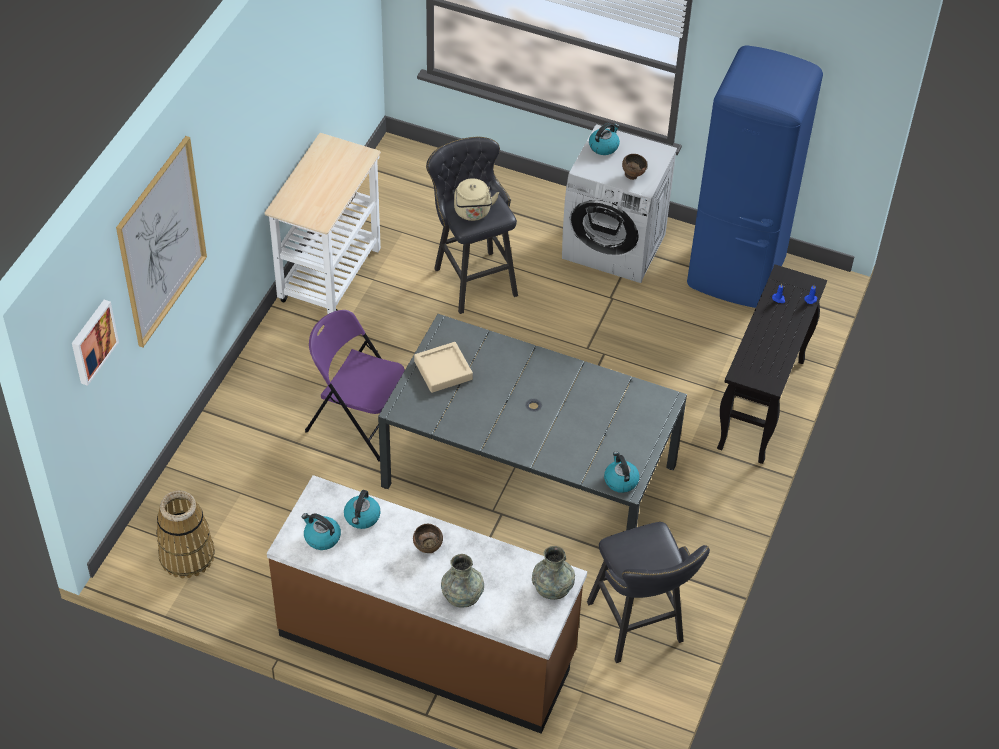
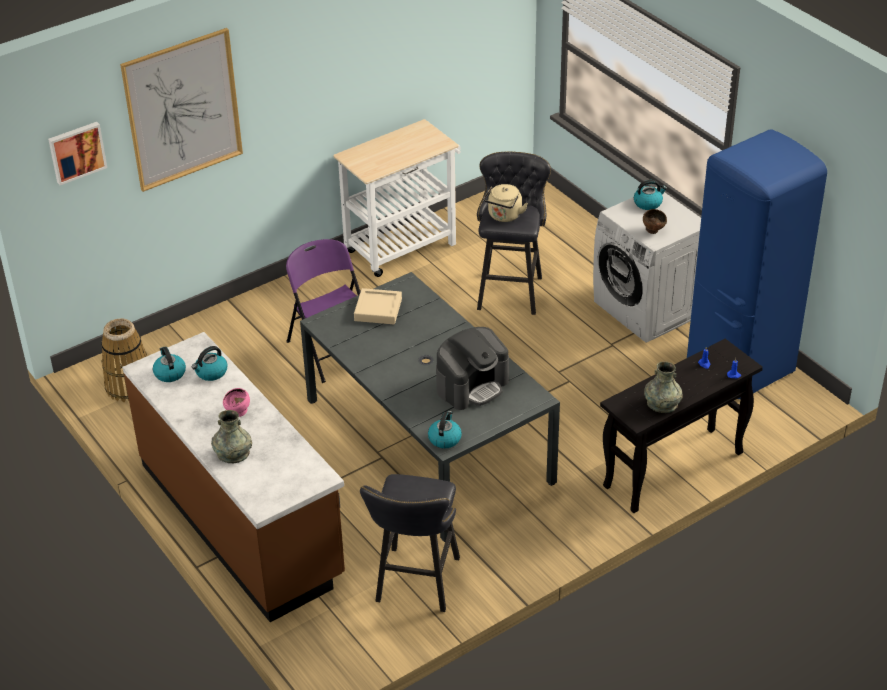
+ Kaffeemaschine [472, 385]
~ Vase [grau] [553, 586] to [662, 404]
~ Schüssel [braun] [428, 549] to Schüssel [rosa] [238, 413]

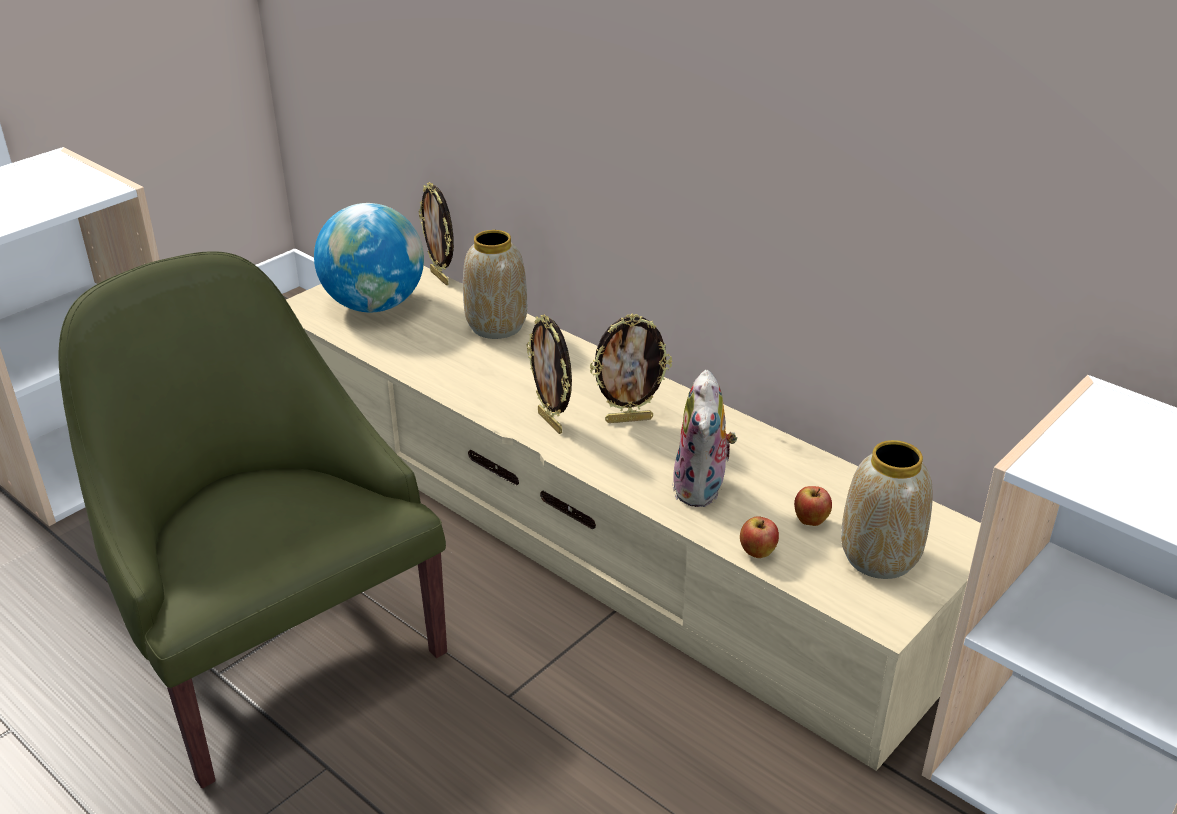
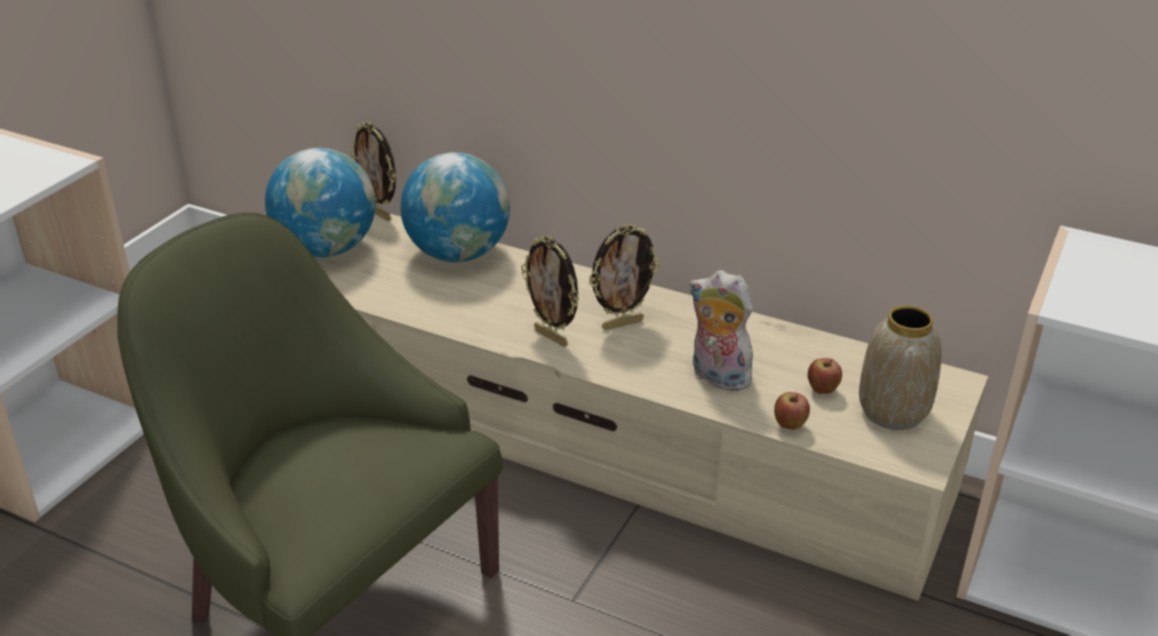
~ Vase [497, 326] to Globus [458, 254]
~ Plüschtier [702, 489] = [716, 377] 135 degrees clockwise

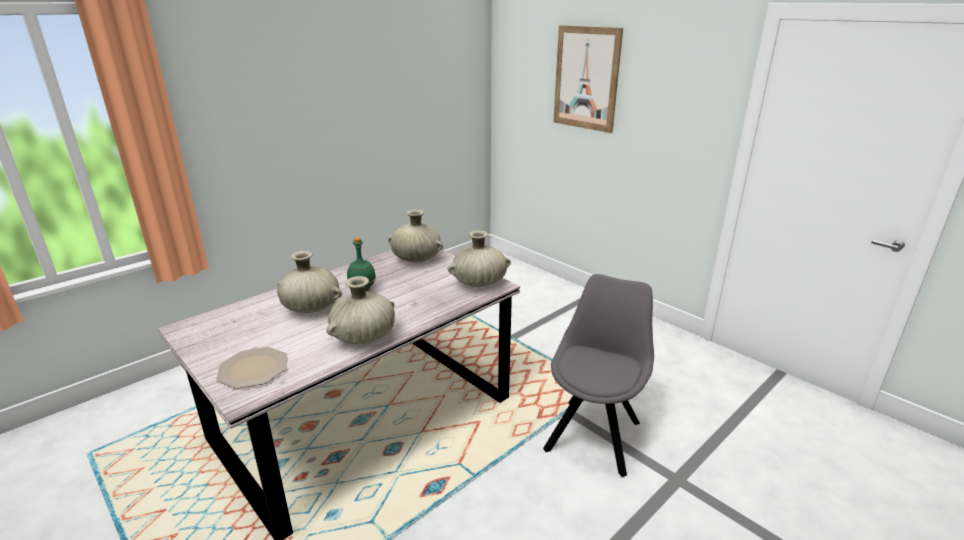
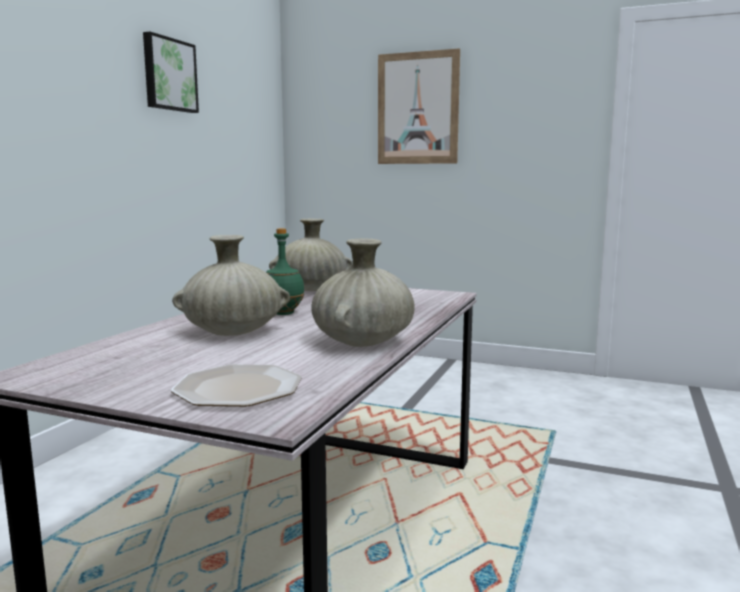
- Vase [beige] [479, 283]
- Stuhl [grau] [594, 436]
+ Bild [169, 75]

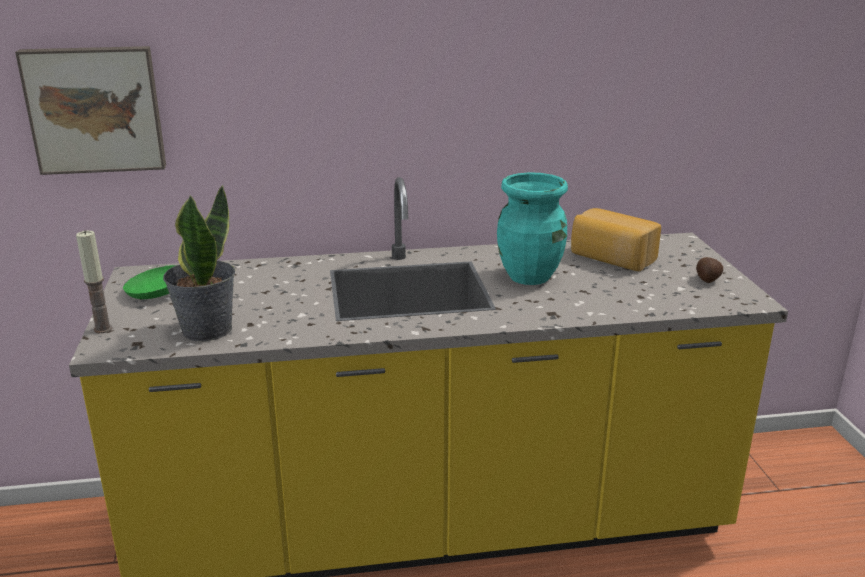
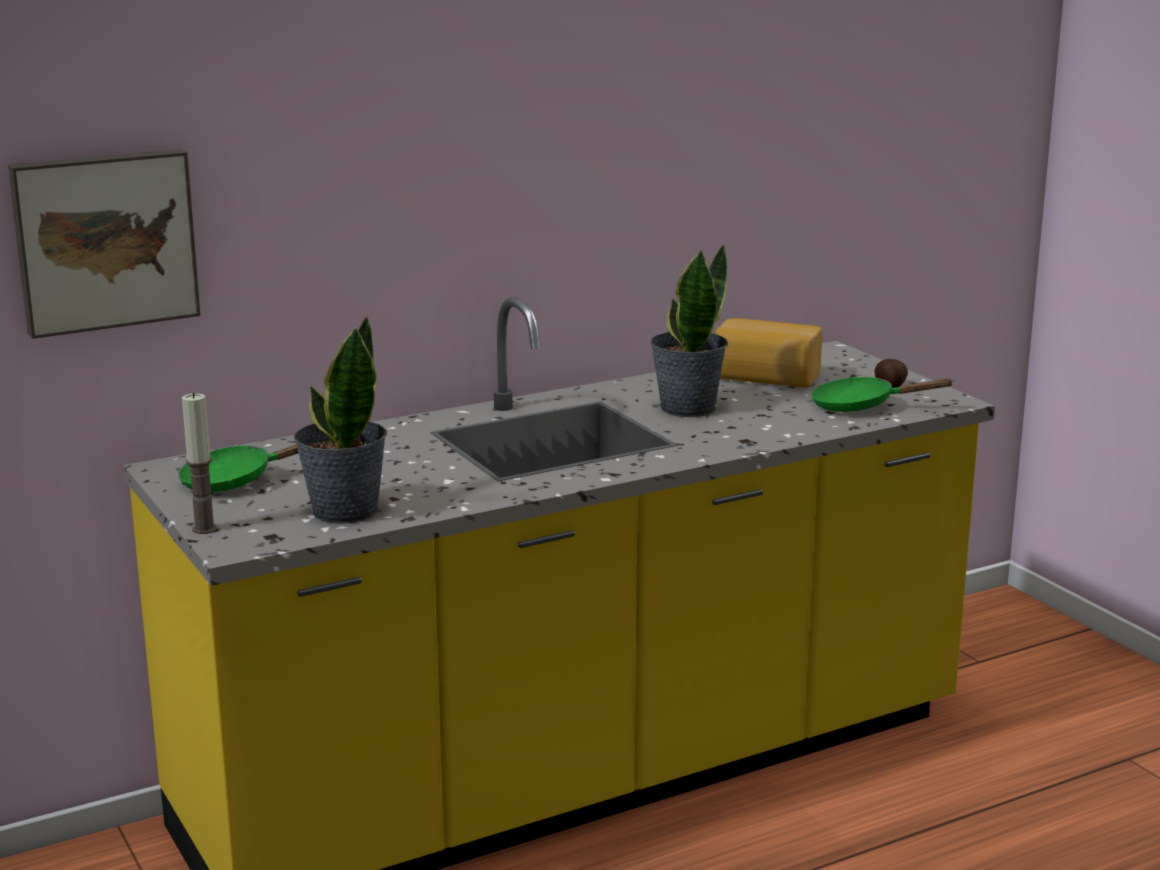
+ Pfanne [grün] [861, 406]
~ Vase [türkis] [530, 276] to Topfpflanze [687, 408]

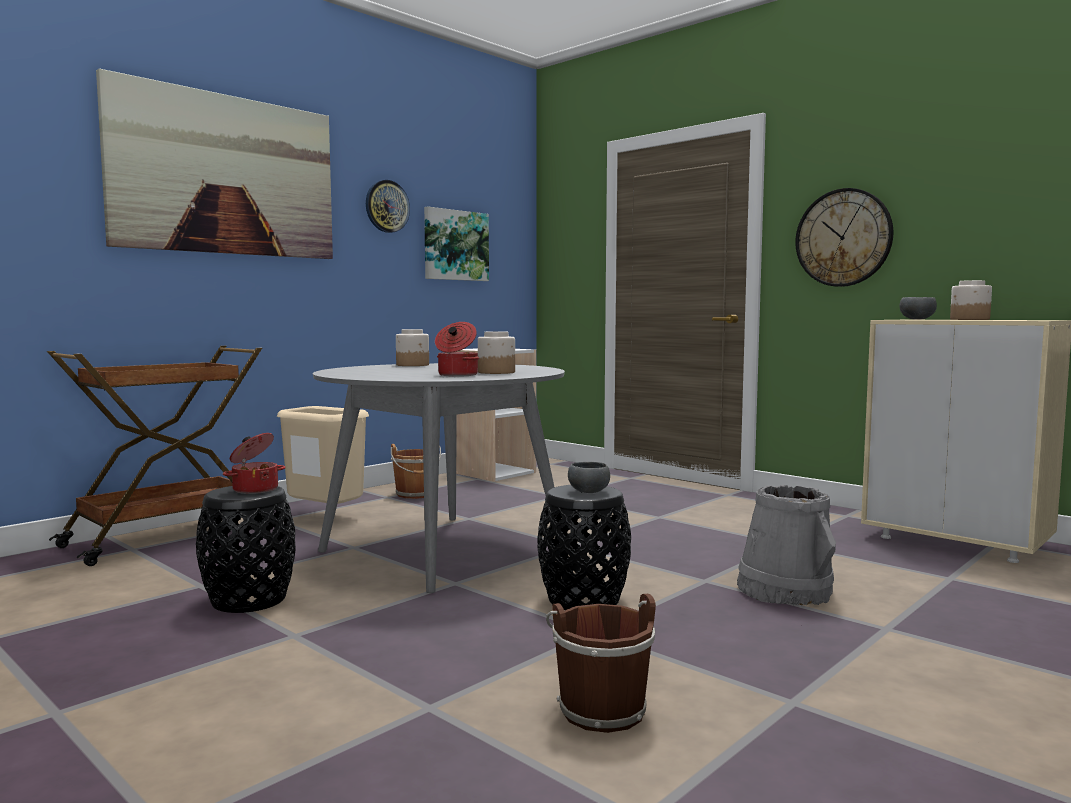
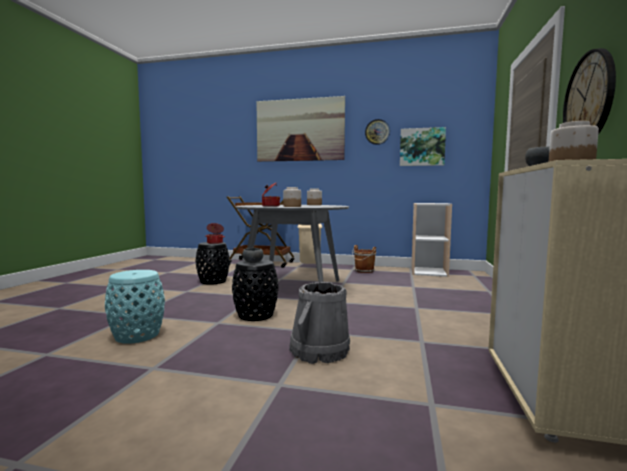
~ Eimer [braun] [600, 709] to Hocker [türkis] [137, 335]

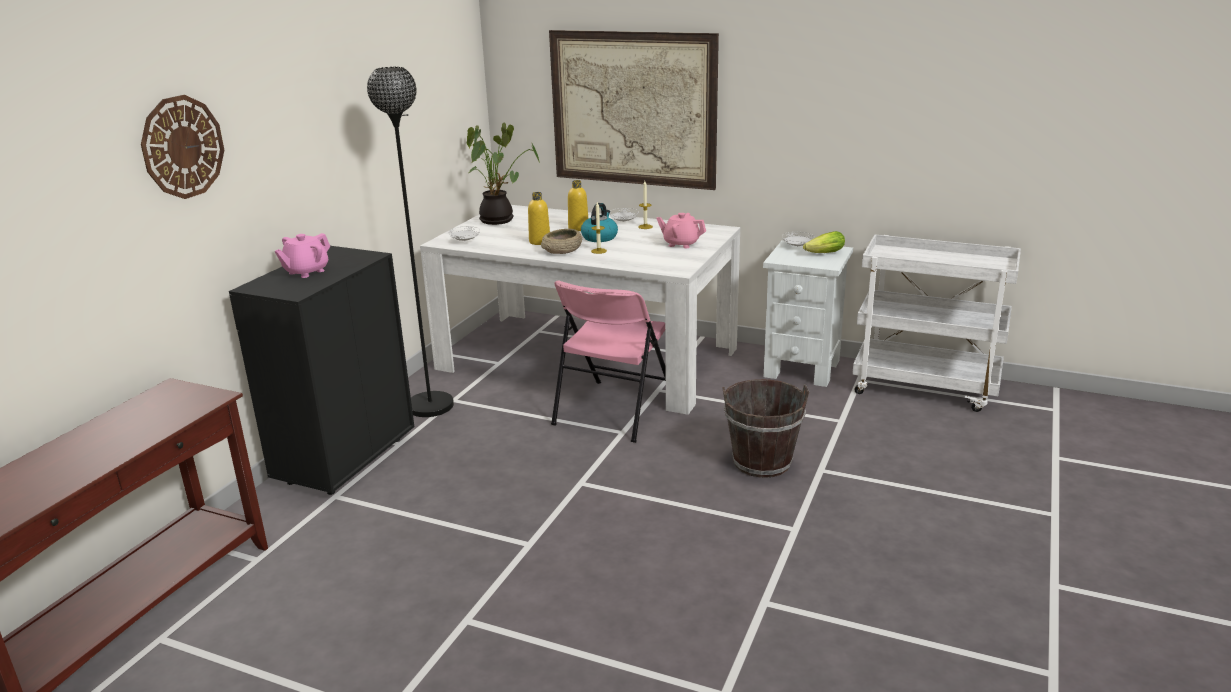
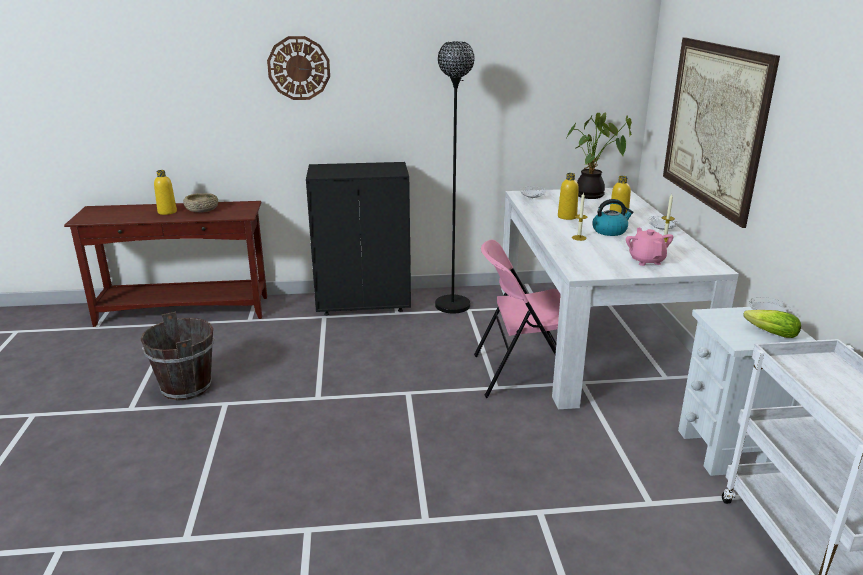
- Teekanne [rosa] [306, 272]
+ Flasche [gelb] [167, 212]
~ Schüssel [beige] [562, 250] to [201, 210]
~ Eimer [braun] [762, 462] to [187, 387]

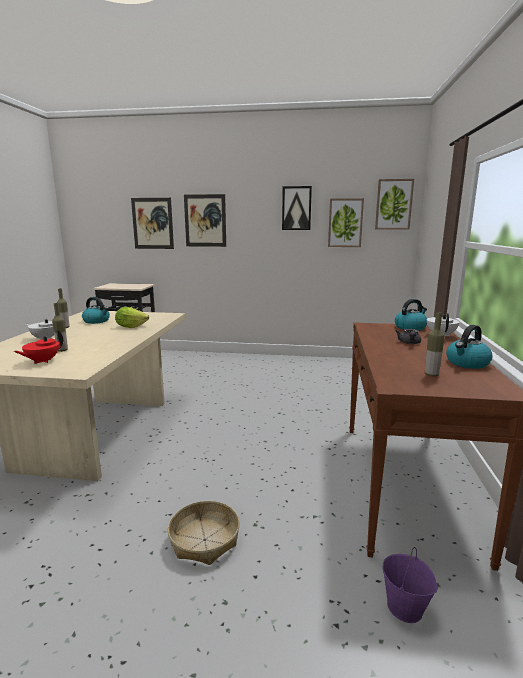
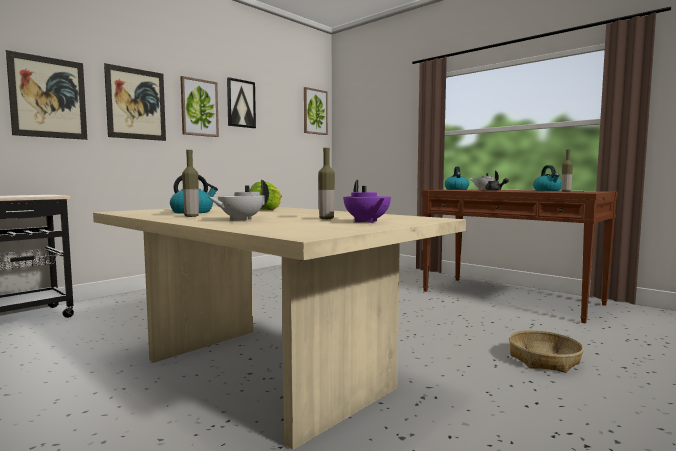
- Eimer [lila] [405, 607]
~ Bild [345, 223] to [199, 107]
~ Teekanne [rot] [42, 361] to Teekanne [lila] [366, 221]

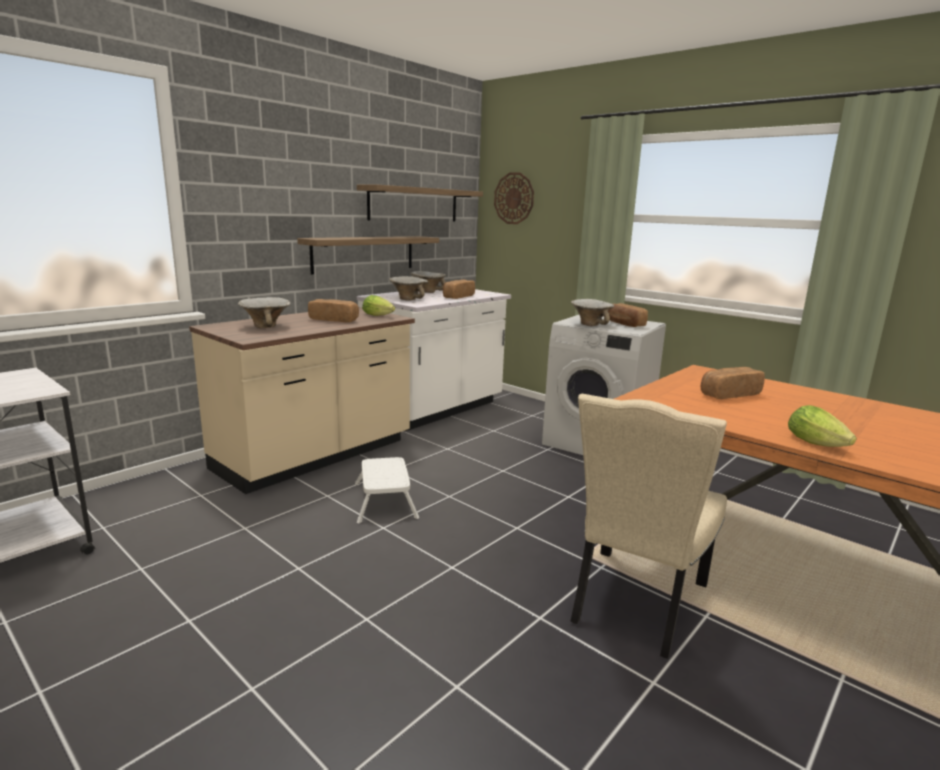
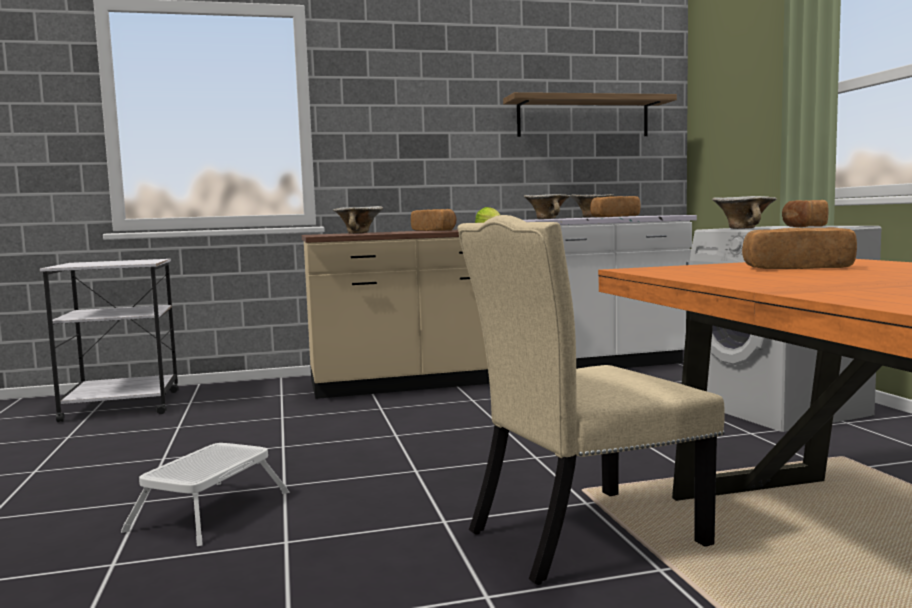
- Wandregal [364, 254]
- Wanduhr [514, 198]
- Salatkopf [819, 444]
~ Trittleiter [weiß] [385, 500] to [211, 511]

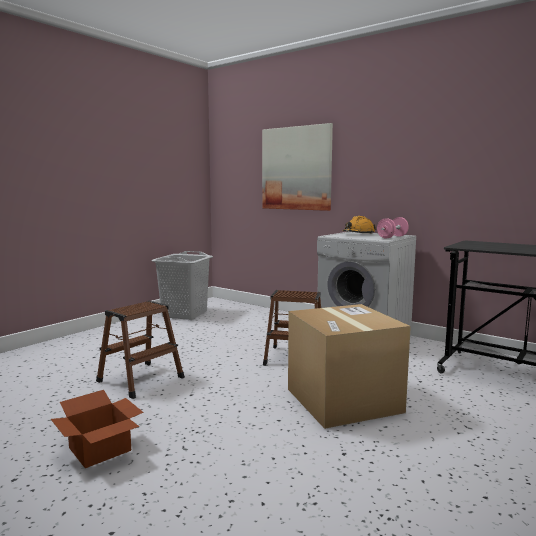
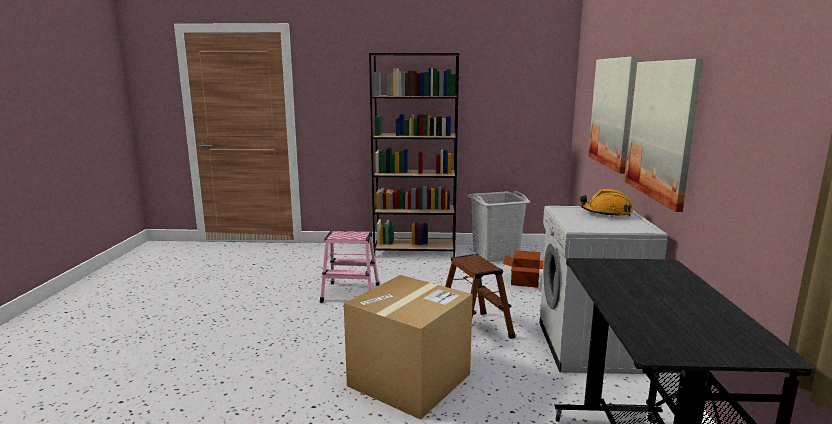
- Hantel [rosa] [392, 237]
+ Bücherregal [beige] [415, 251]
+ Bild [662, 130]
~ Karton [99, 450] to [524, 281]
~ Trittleiter [braun] [141, 379] to Trittleiter [rosa] [351, 292]

